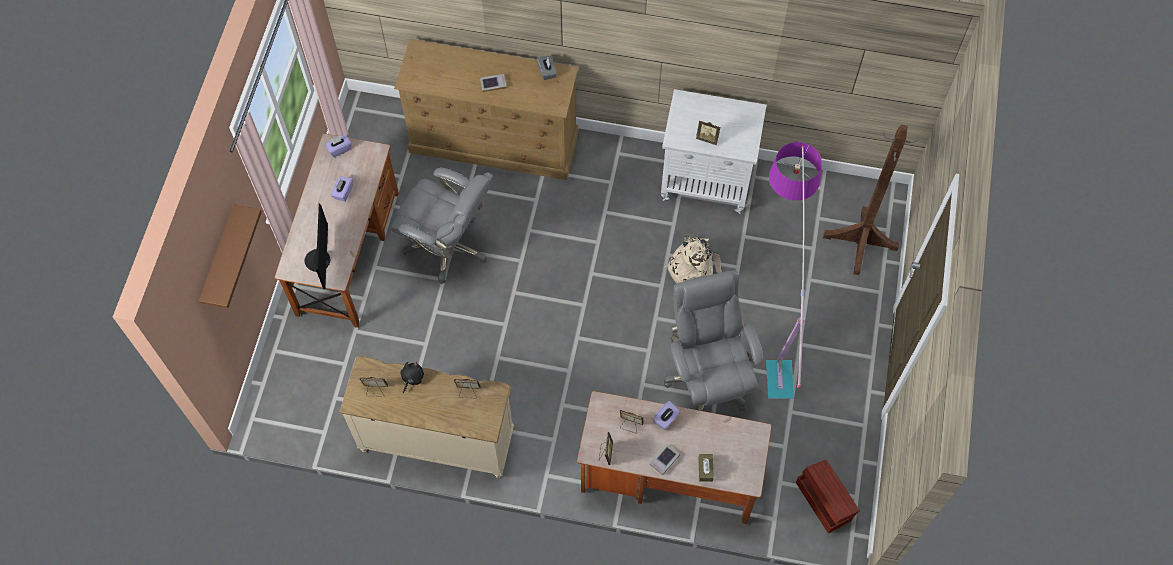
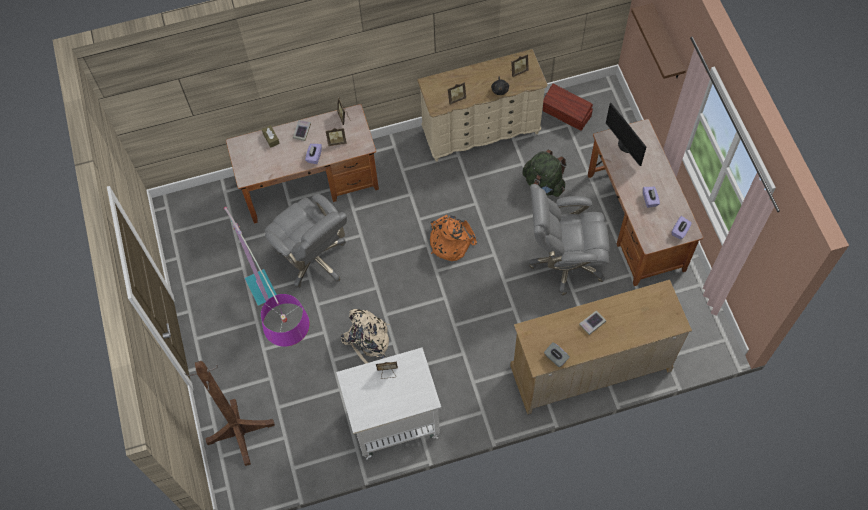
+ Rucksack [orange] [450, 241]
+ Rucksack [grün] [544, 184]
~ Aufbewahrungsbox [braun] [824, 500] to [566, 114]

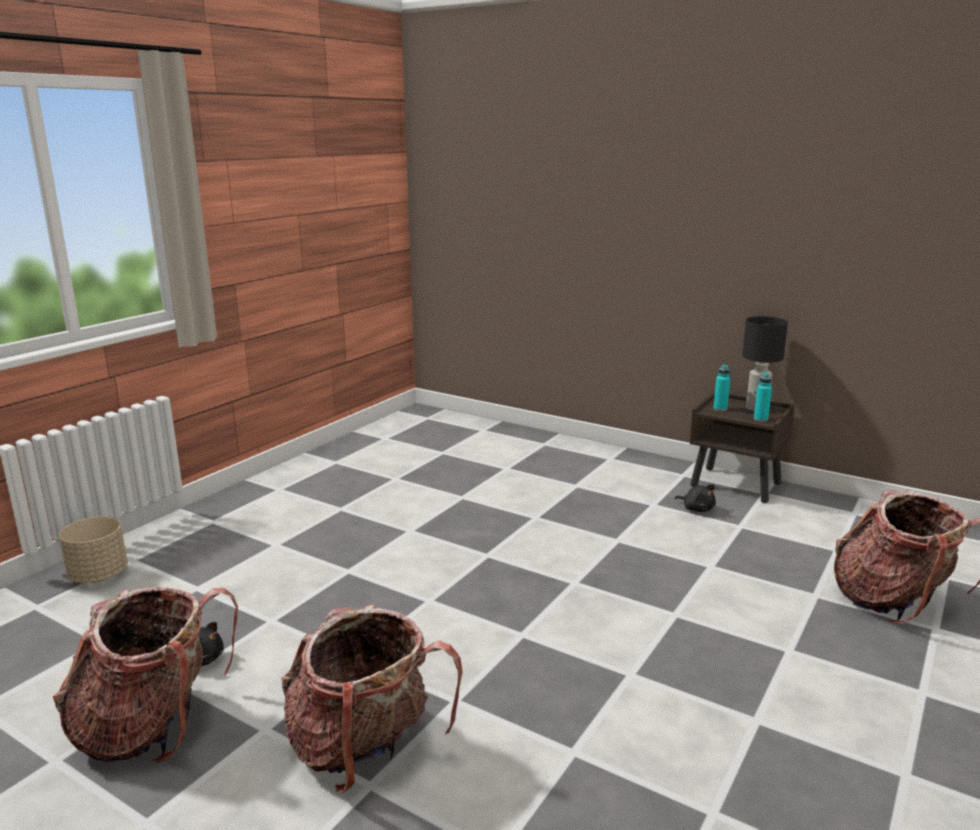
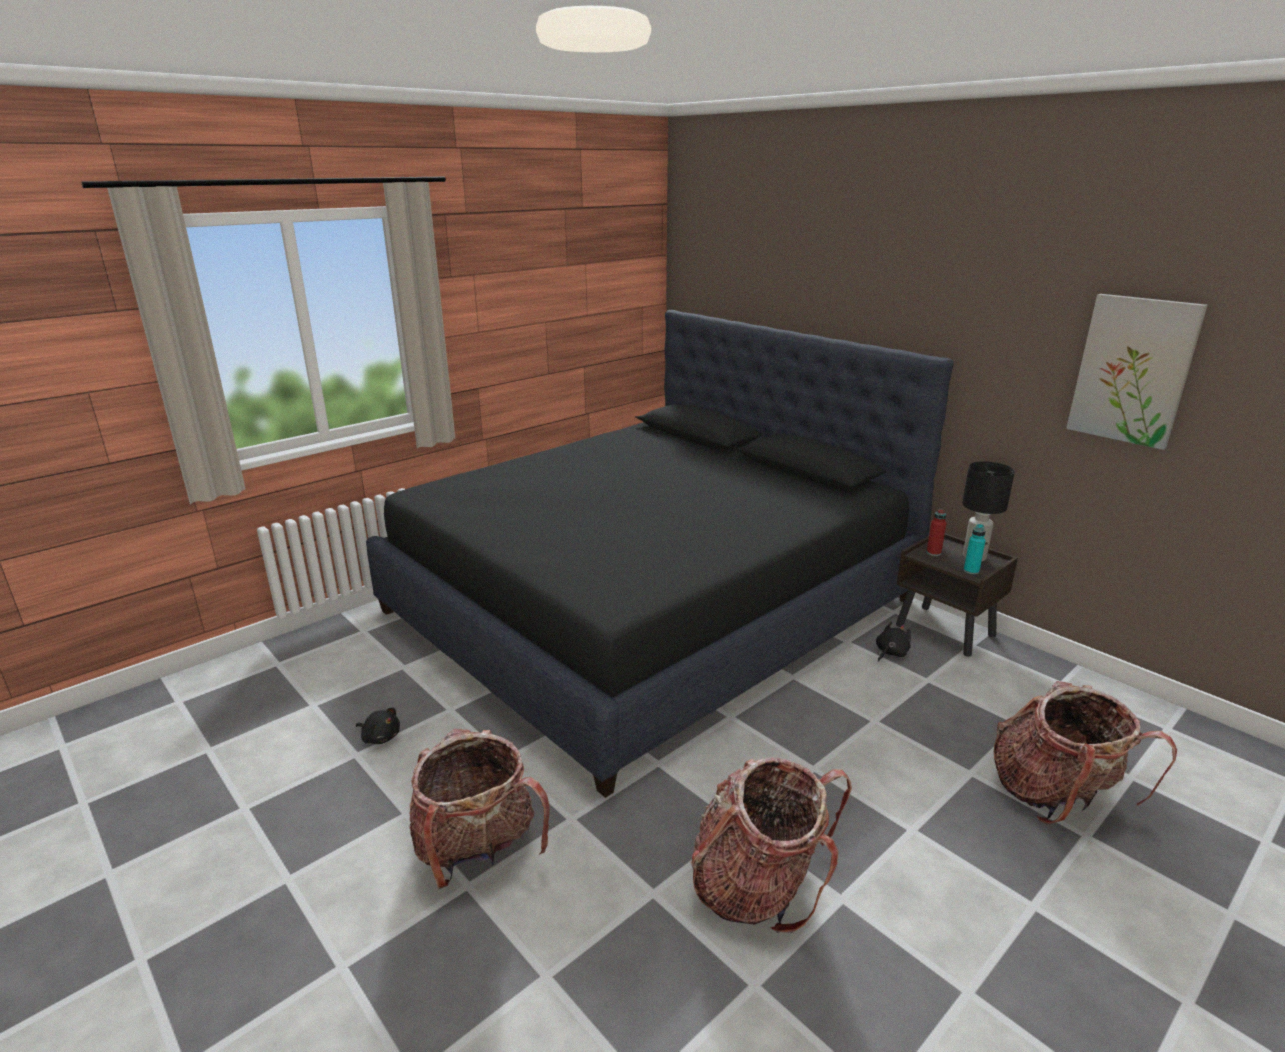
- Pflanzkübel [beige] [99, 576]
+ Bett [schwarz] [650, 605]
+ Bild [1133, 370]
~ Rucksack [153, 727] to [759, 887]
~ Flasche [türkis] [720, 409] to Flasche [rot] [933, 553]
~ Plüschtier [schwarz] [697, 509] = [890, 653] 105 degrees counterclockwise

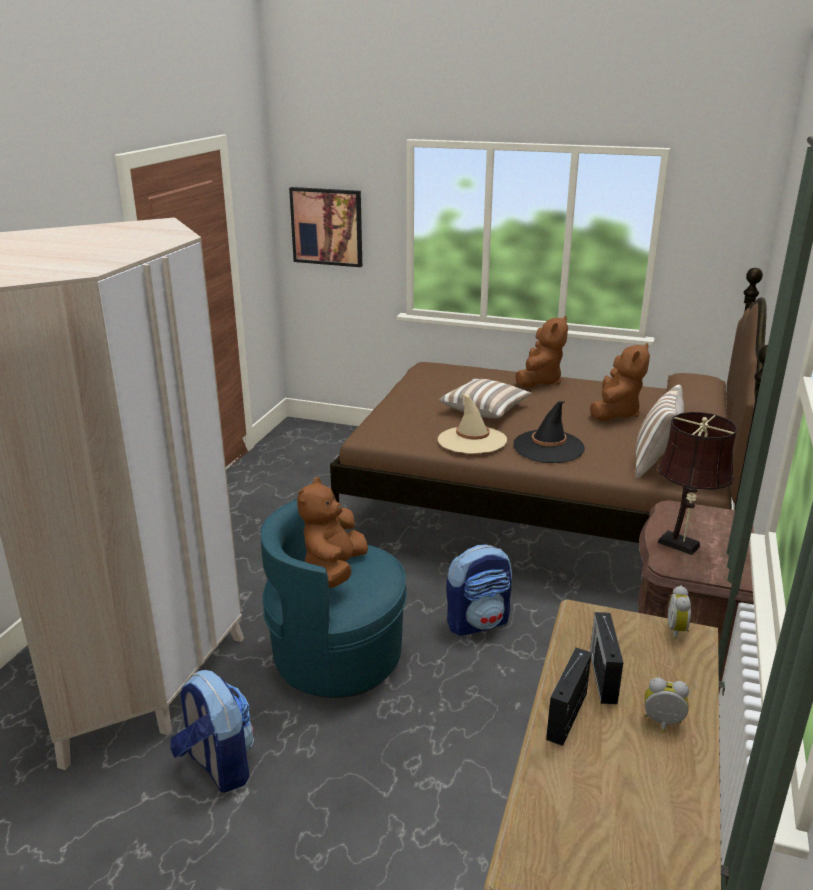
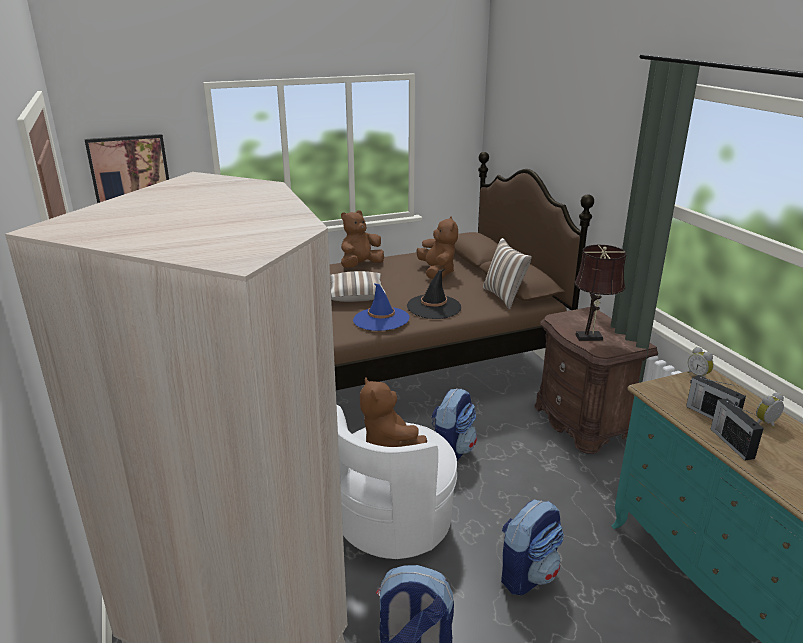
+ Rucksack [528, 574]
~ Sessel [türkis] [338, 655] to Sessel [weiß] [393, 521]
~ Hut [beige] [472, 440] to Hut [blau] [381, 319]
~ Plüschtier [braun] [539, 381] = [360, 265] 120 degrees counterclockwise

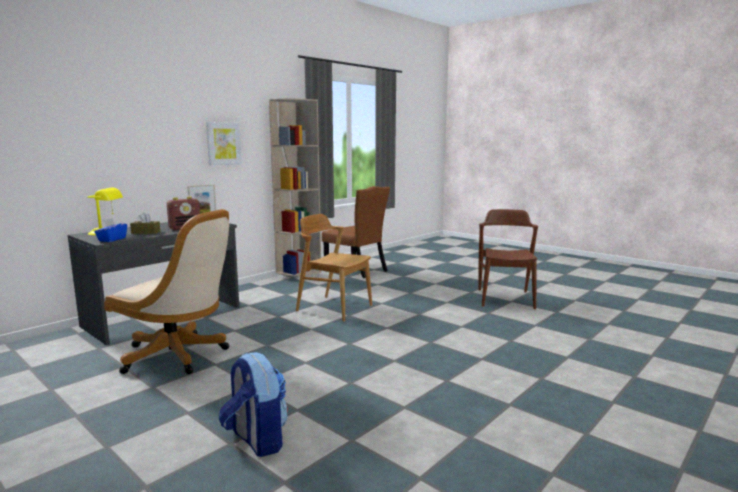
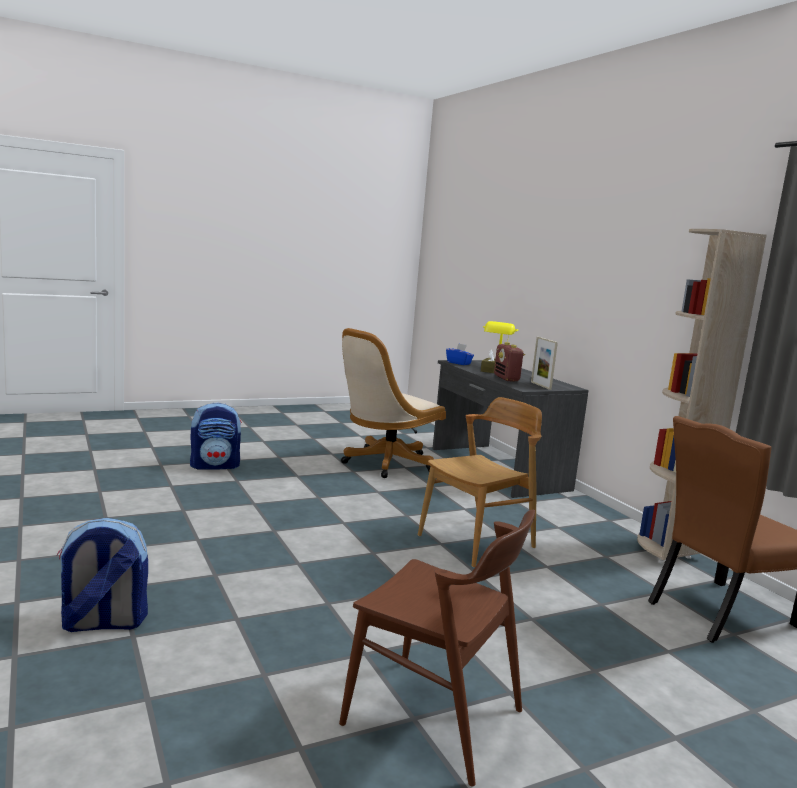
- Bild [223, 143]
+ Rucksack [102, 623]

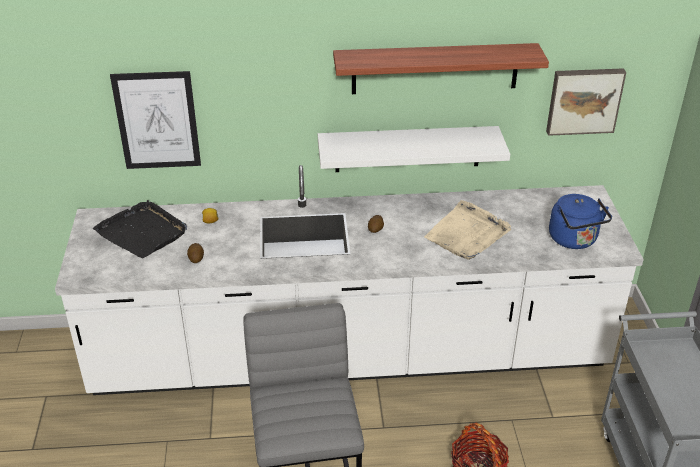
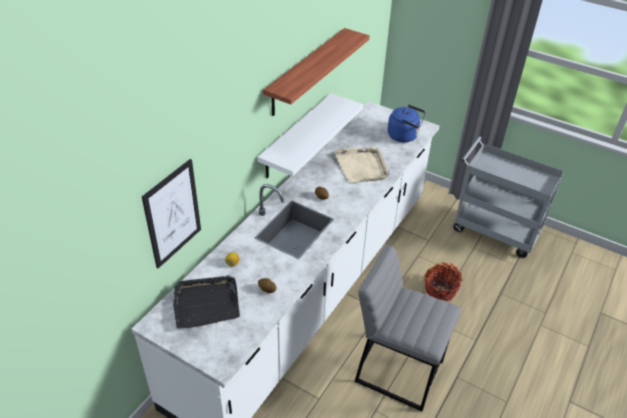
- Bild [584, 100]

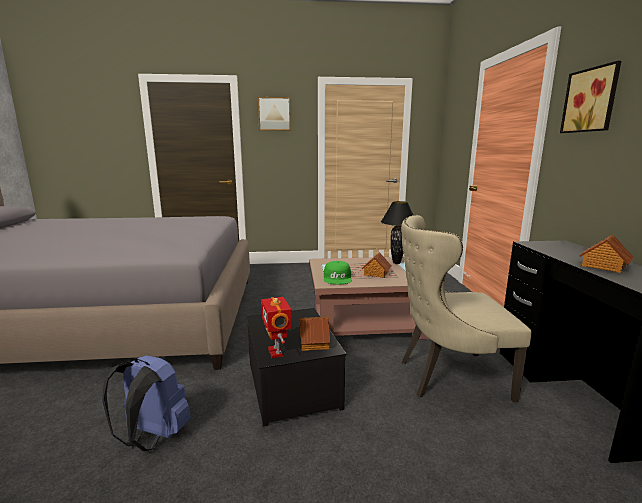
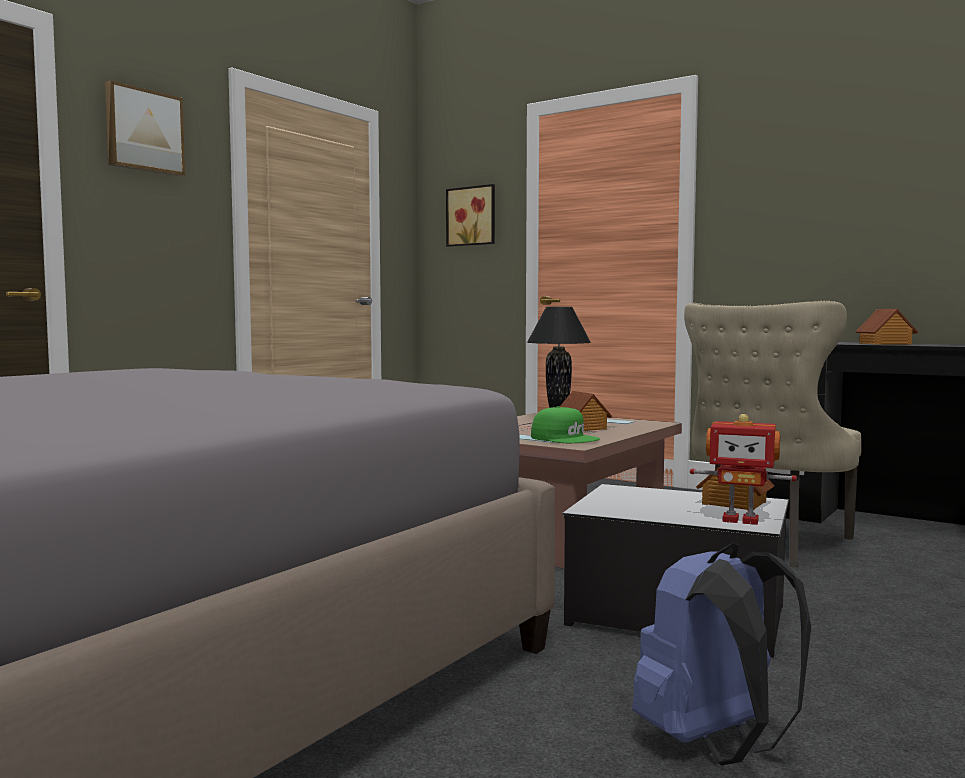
~ Bild [591, 100] to [472, 216]

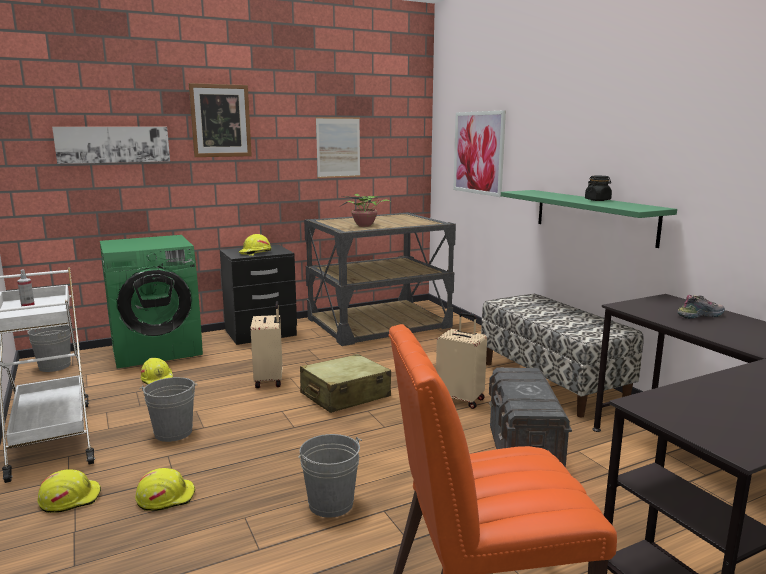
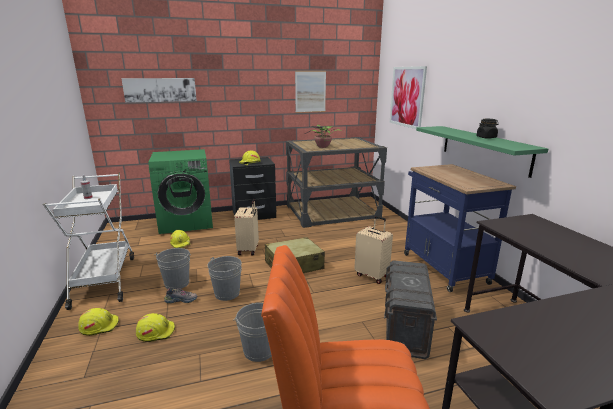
- Bild [220, 121]
~ Eimer [grau] [54, 366] to [227, 293]
~ Schuh [700, 316] to [181, 300]
~ Bank [552, 382] to Rollwagen [blau] [442, 267]

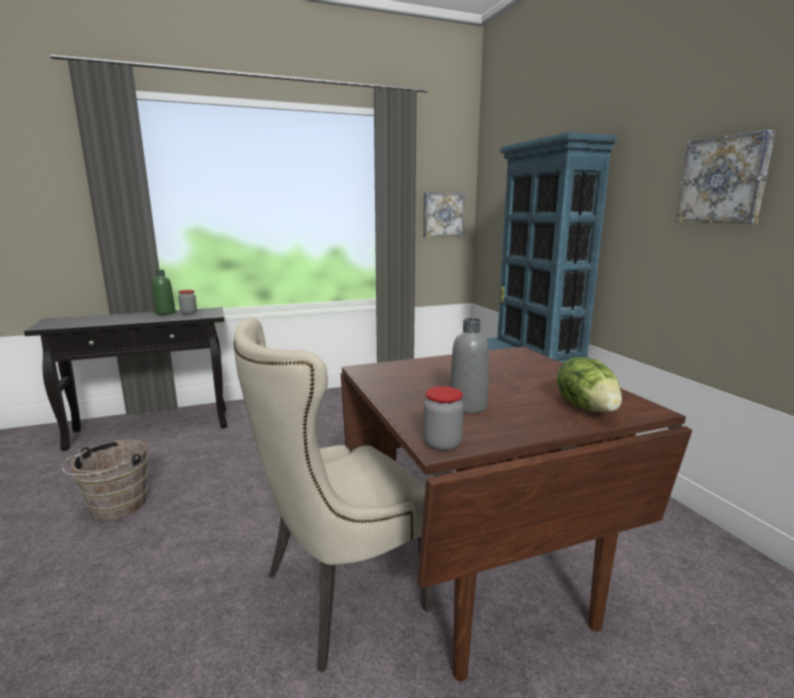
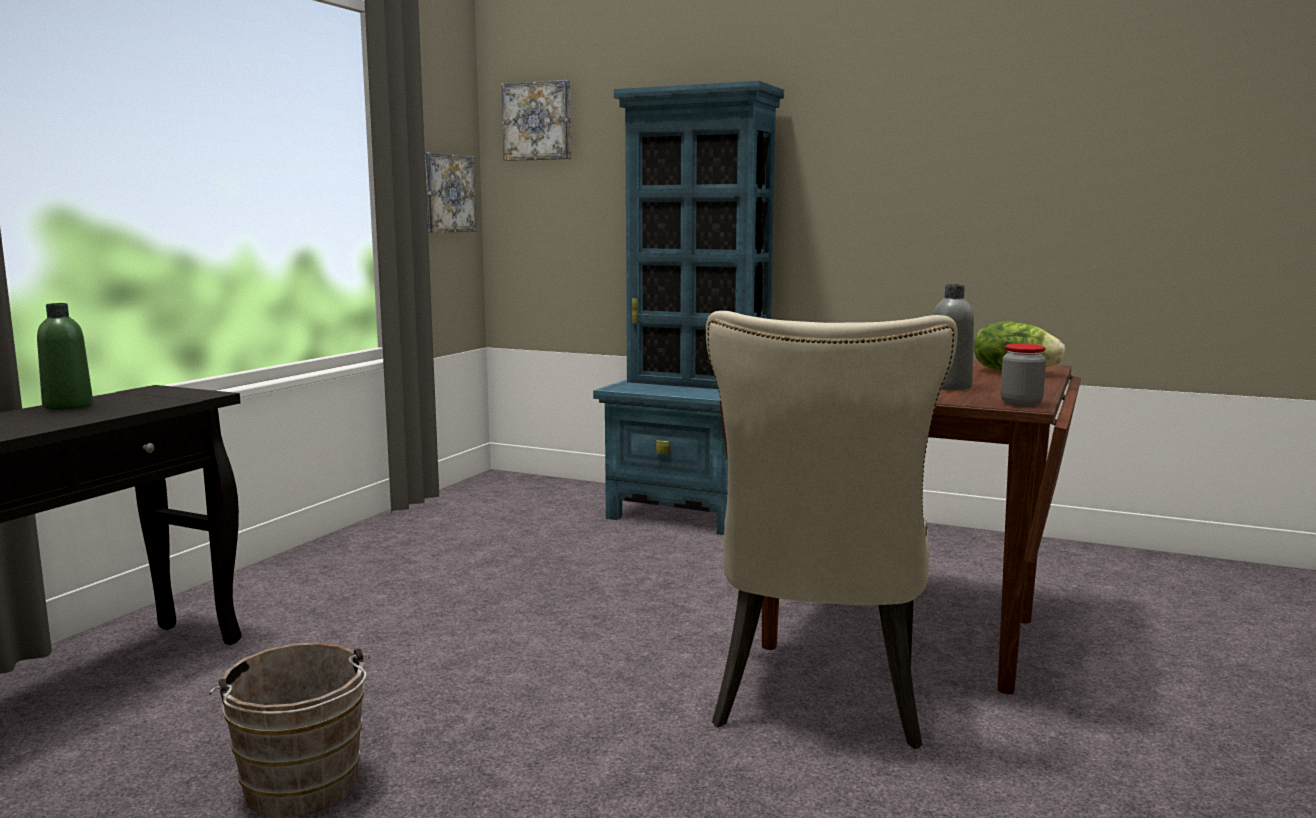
- Vorratsglas [189, 313]
~ Bild [724, 180] to [538, 121]

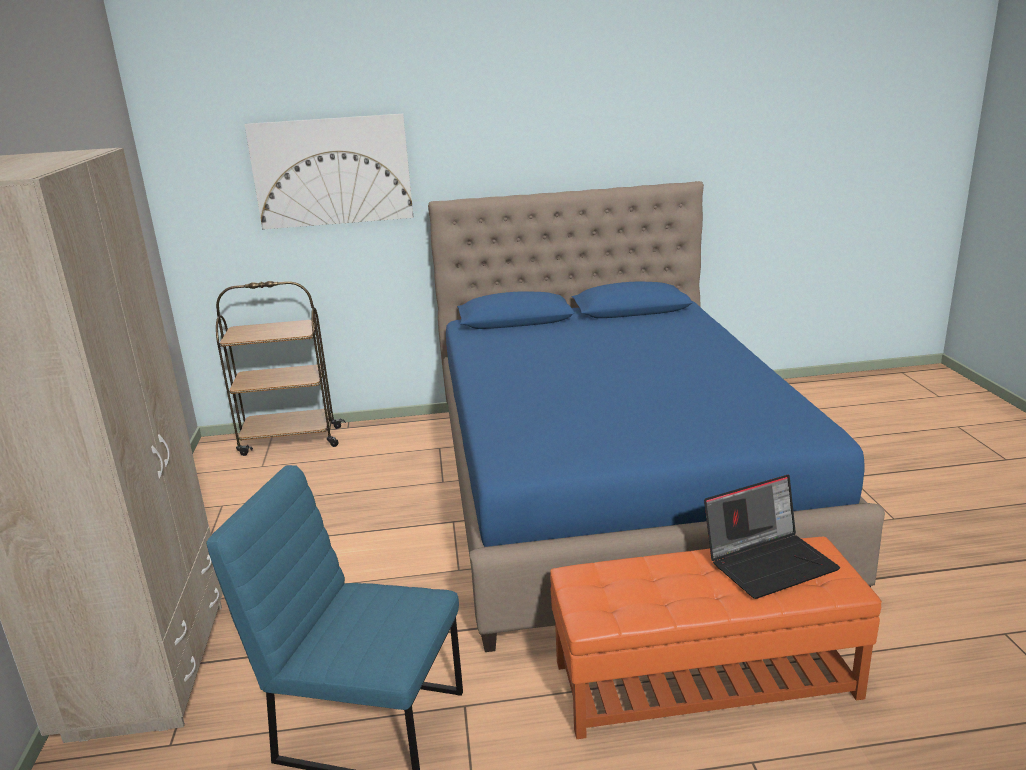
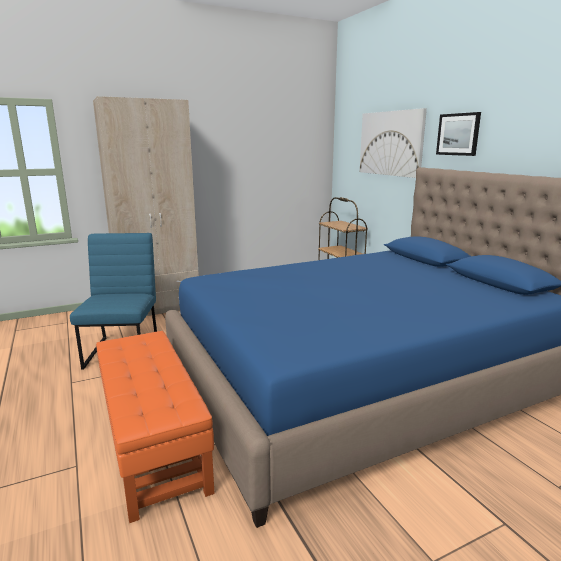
- Laptop [770, 562]
+ Bild [458, 134]

